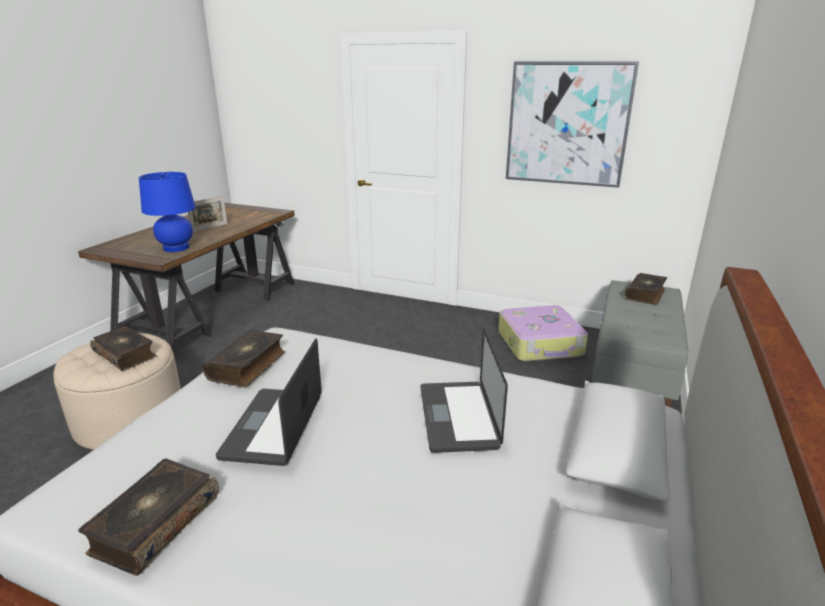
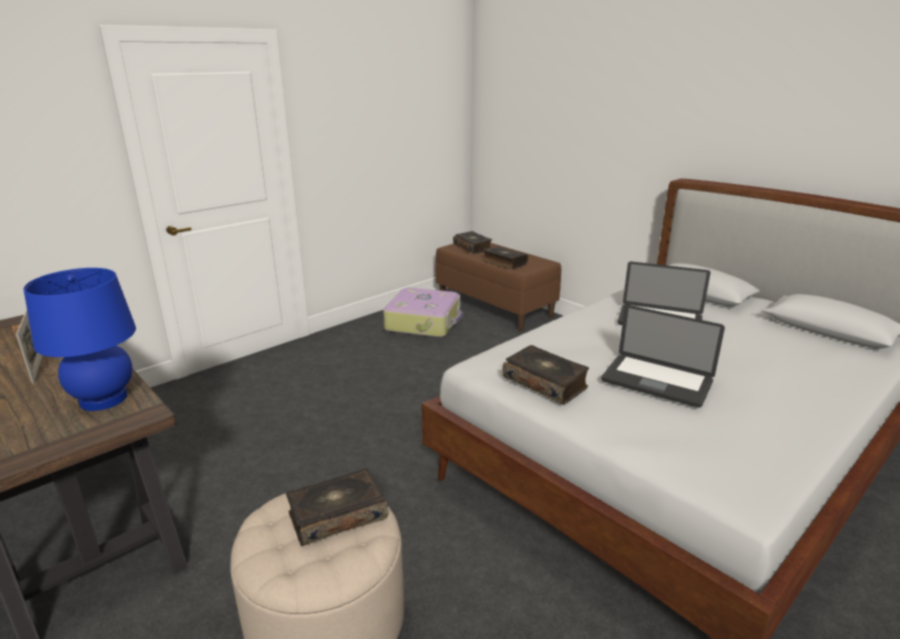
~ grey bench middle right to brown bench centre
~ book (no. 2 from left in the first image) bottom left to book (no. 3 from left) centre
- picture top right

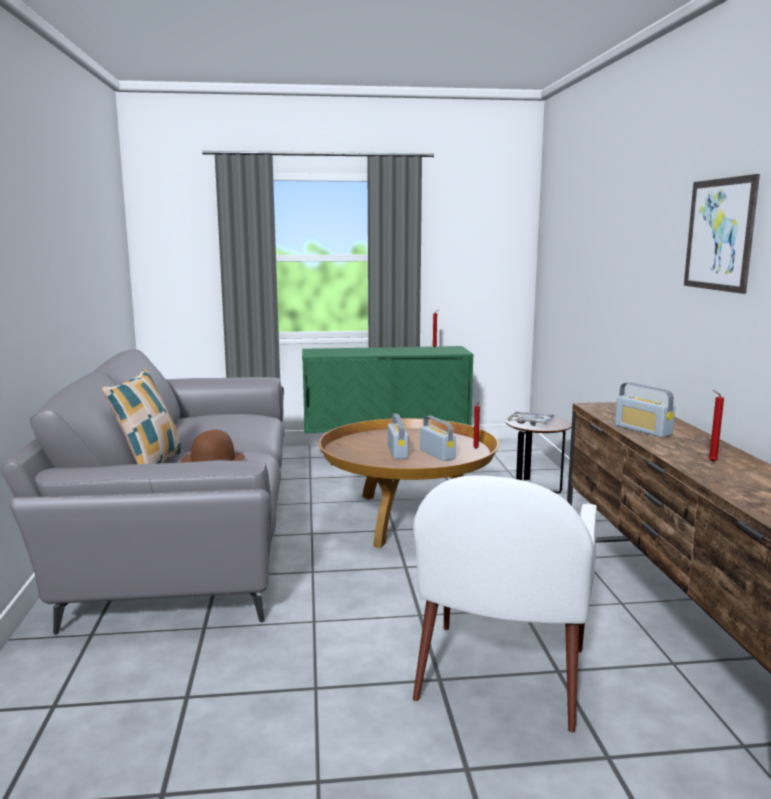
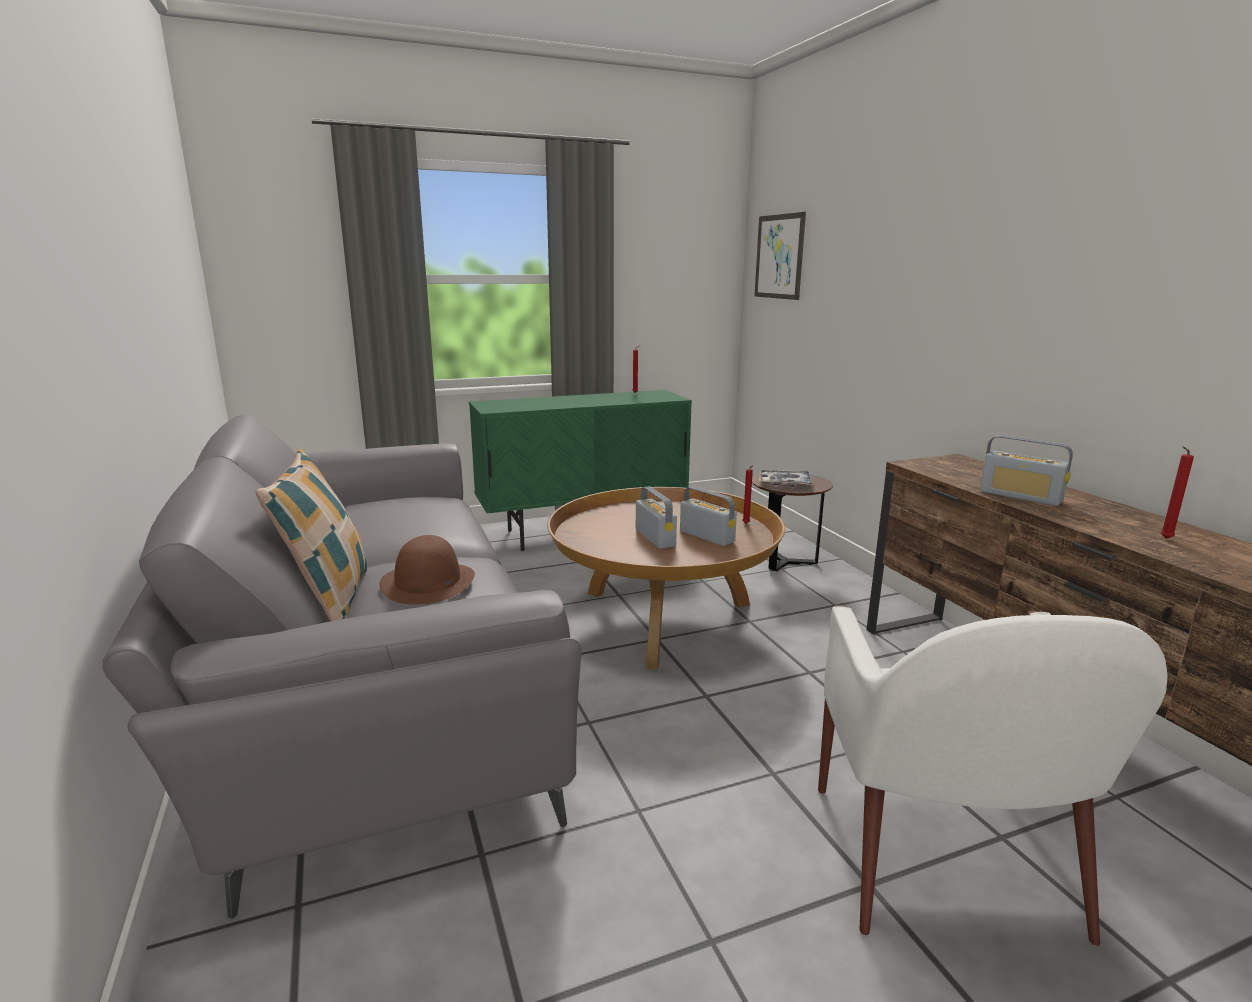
~ picture top right to top centre

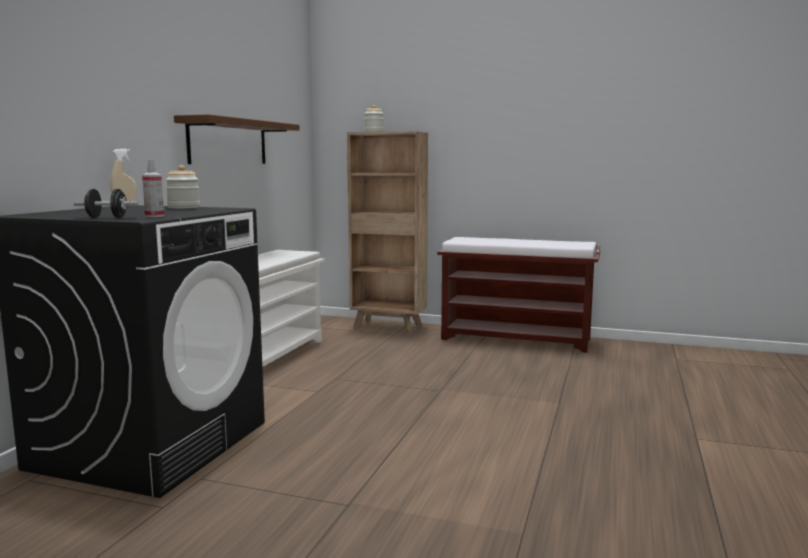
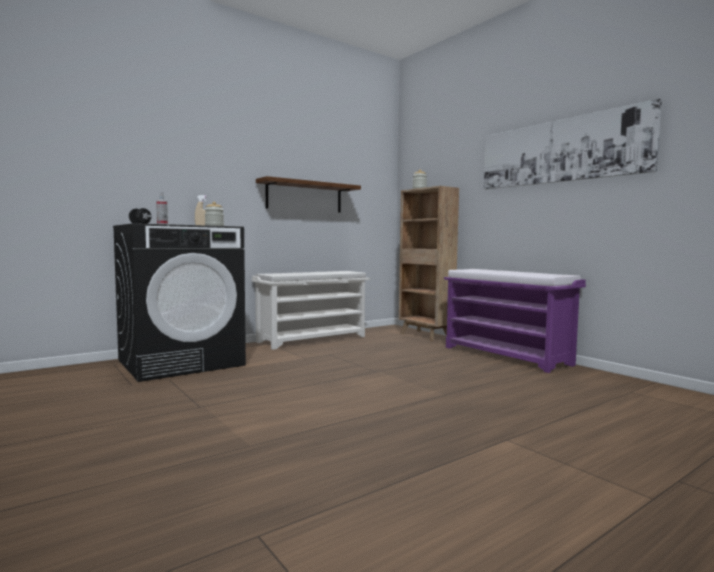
~ brown bench centre to purple bench middle right
+ picture top right

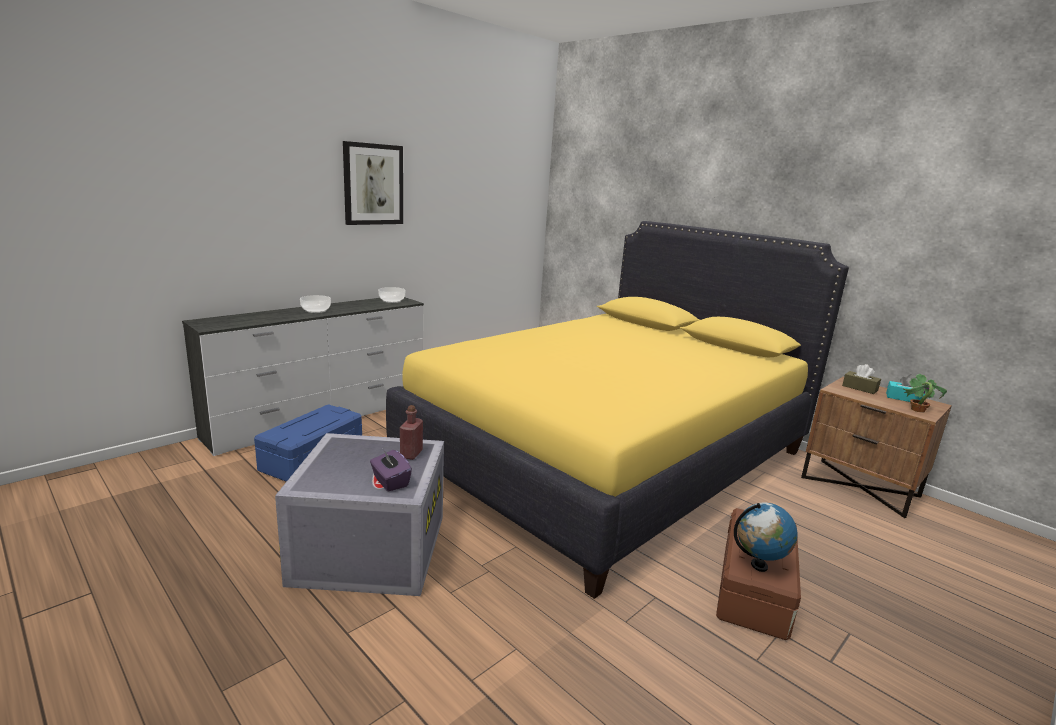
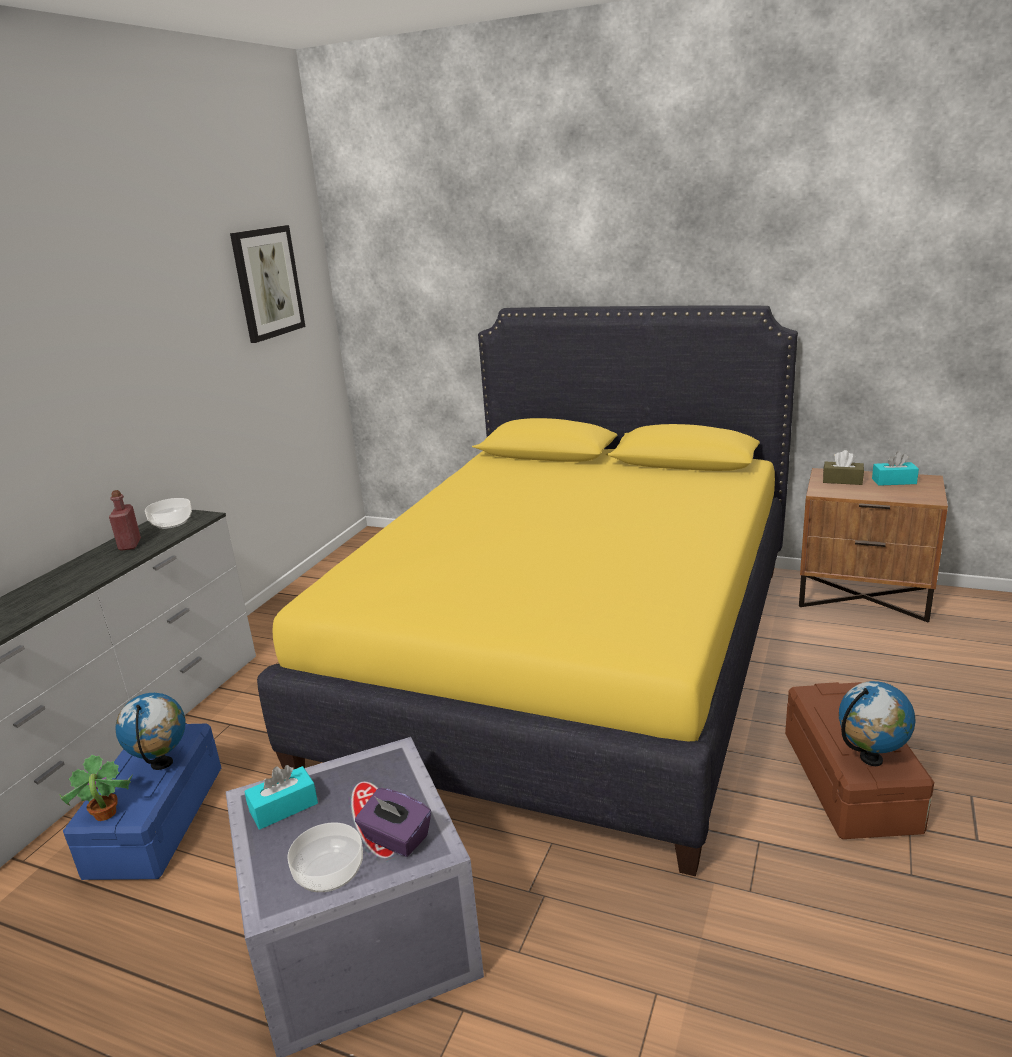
~ potted plant middle right to bottom left
~ red bottle centre to middle left
+ globe (no. 1 from left) bottom left
~ picture top centre to top left
+ turquoise tissue box (no. 1 from left) bottom left
~ bowl (no. 1 from left in the first image) middle left to bowl (no. 2 from left) bottom left

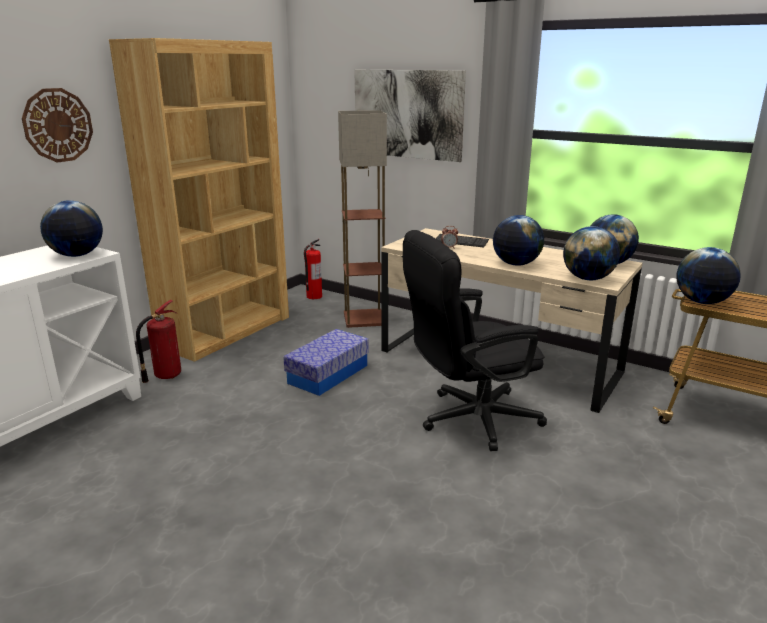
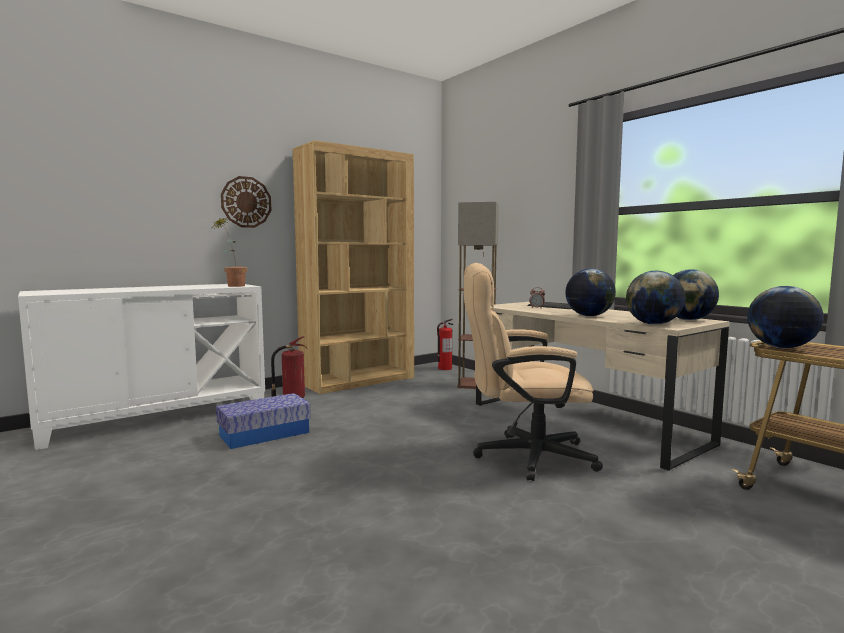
~ globe (no. 1 from left) middle left to potted plant middle left
~ storage box centre to middle left
~ black office chair centre to beige office chair centre
- picture top centre

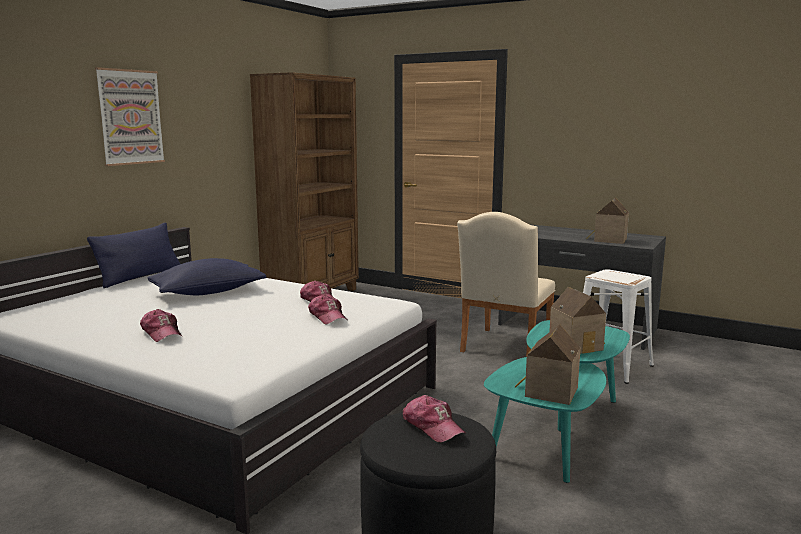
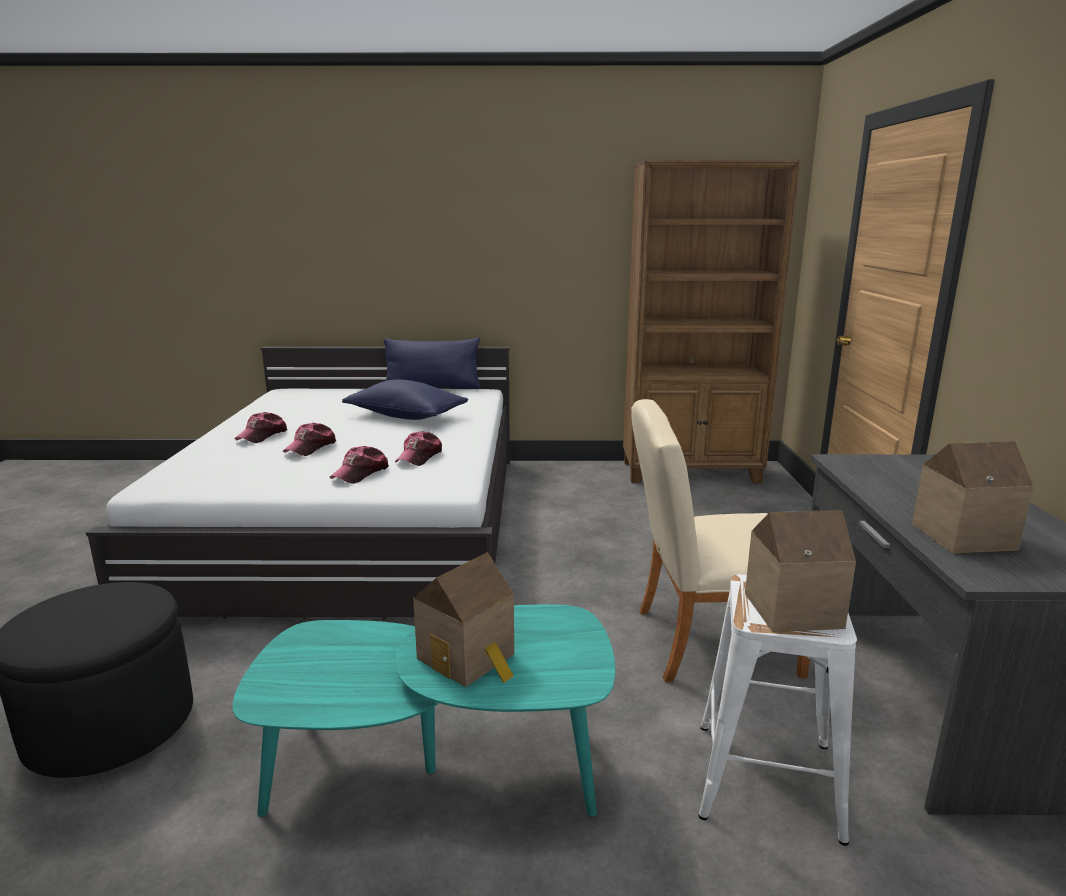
~ cap (no. 4 from left in the first image) bottom centre to cap (no. 2 from left) middle left
~ toy house (no. 1 from left in the first image) bottom right to toy house (no. 2 from left) middle right
- picture top left

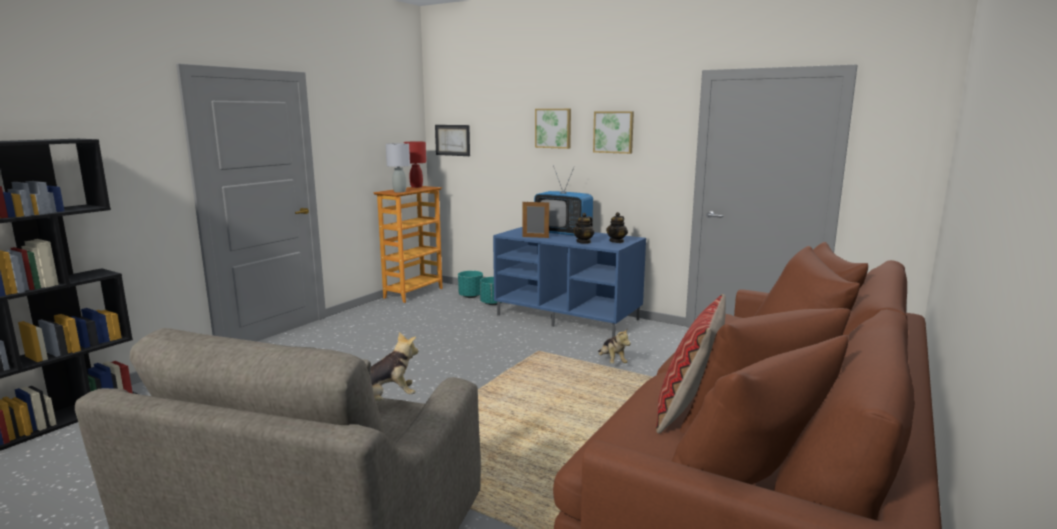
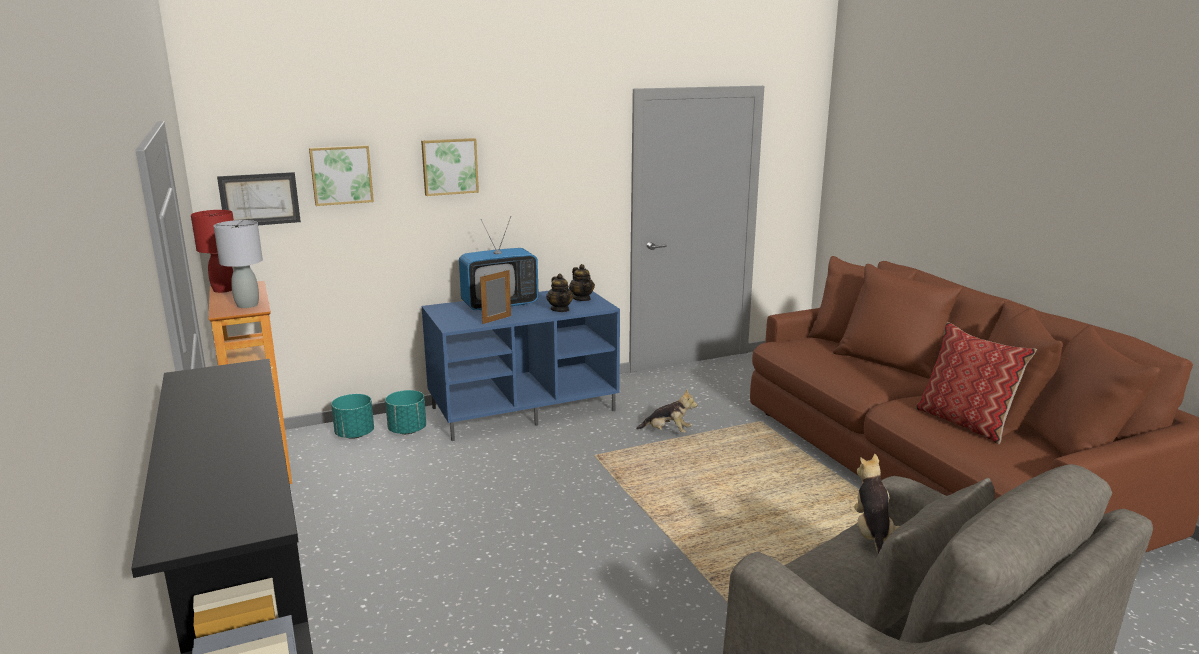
~ picture (no. 3 from left in the first image) top centre to picture (no. 2 from left) top left

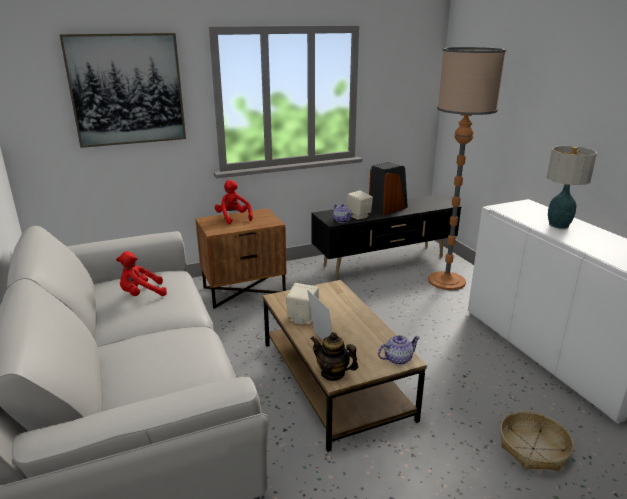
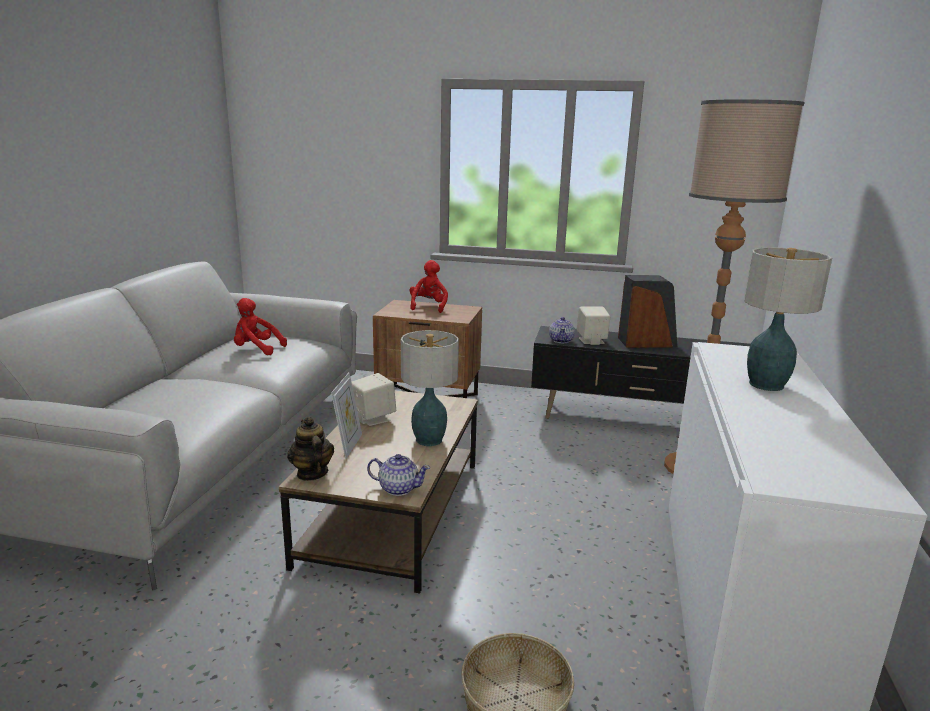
+ table lamp (no. 1 from left) centre
- picture top left

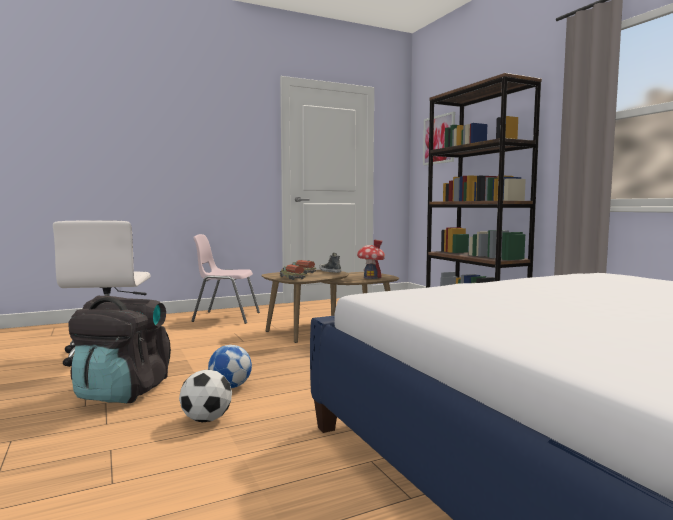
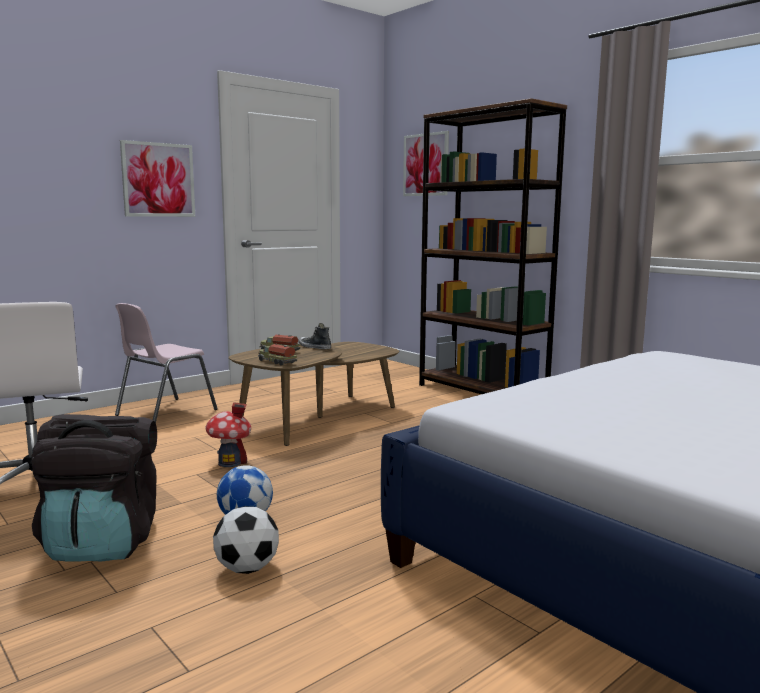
~ pink chair centre = middle left 45 degrees counterclockwise
+ picture (no. 1 from left) top left
~ toy house centre to middle left

